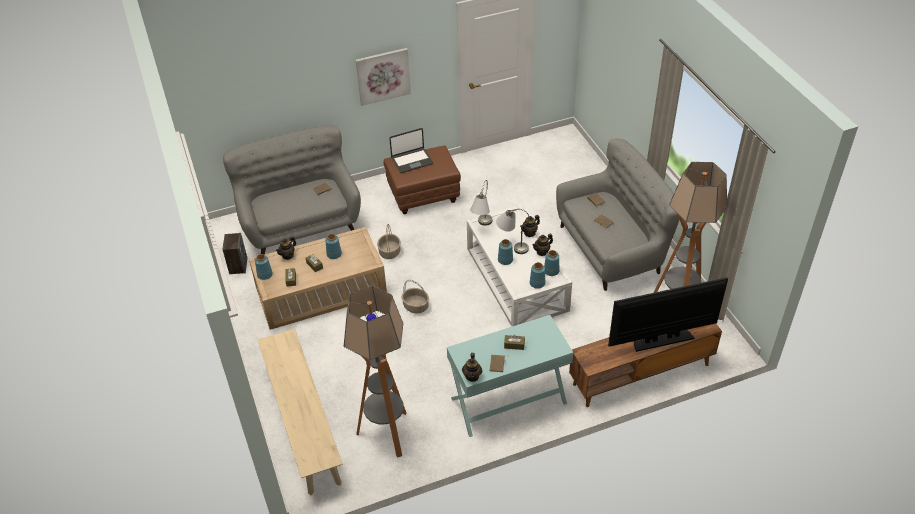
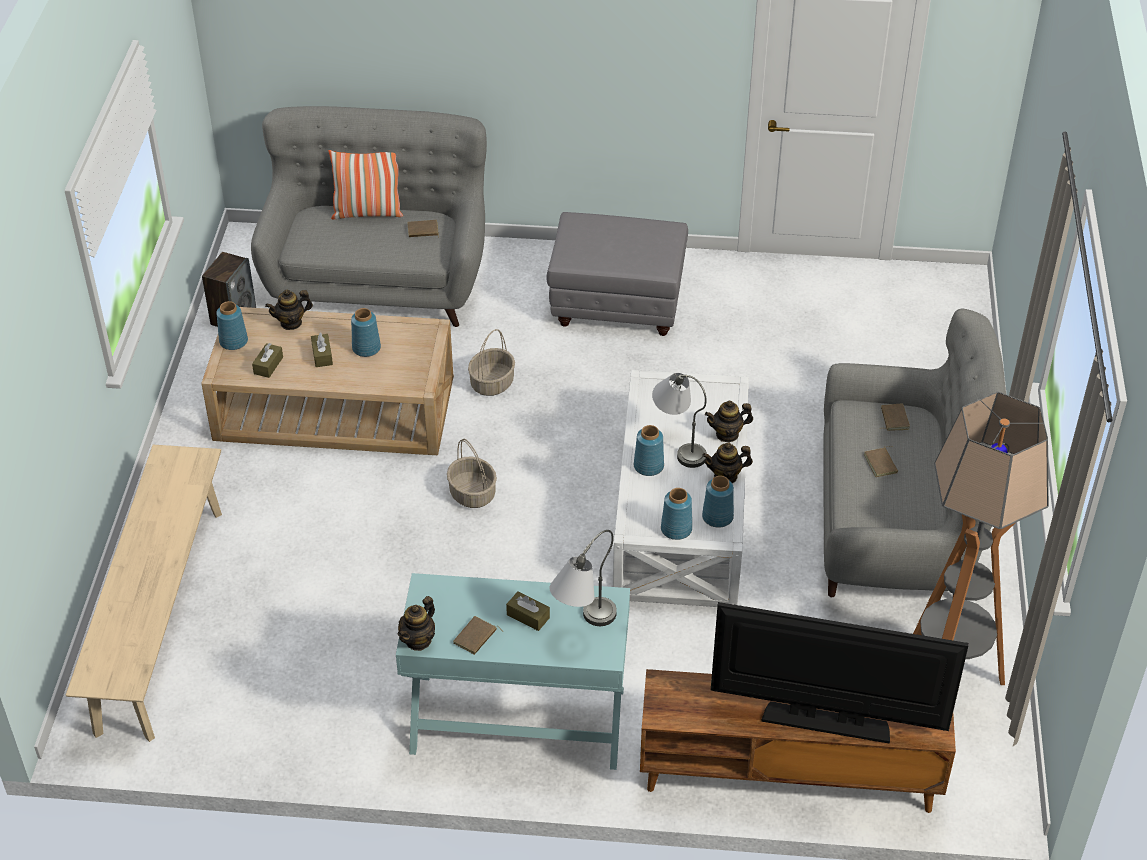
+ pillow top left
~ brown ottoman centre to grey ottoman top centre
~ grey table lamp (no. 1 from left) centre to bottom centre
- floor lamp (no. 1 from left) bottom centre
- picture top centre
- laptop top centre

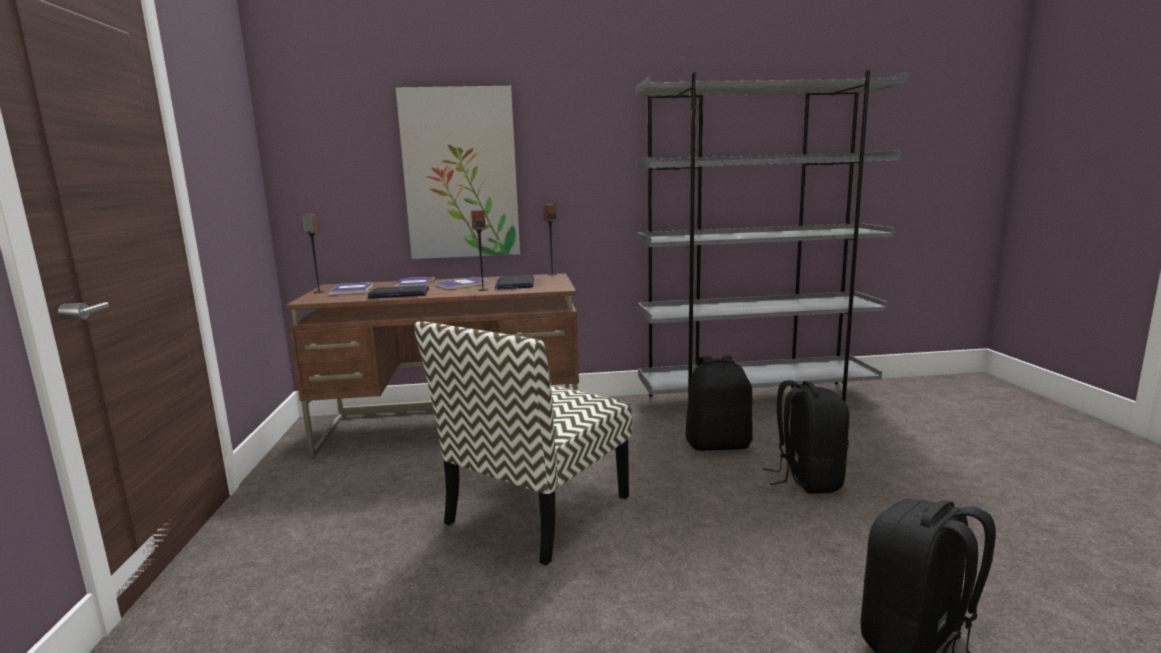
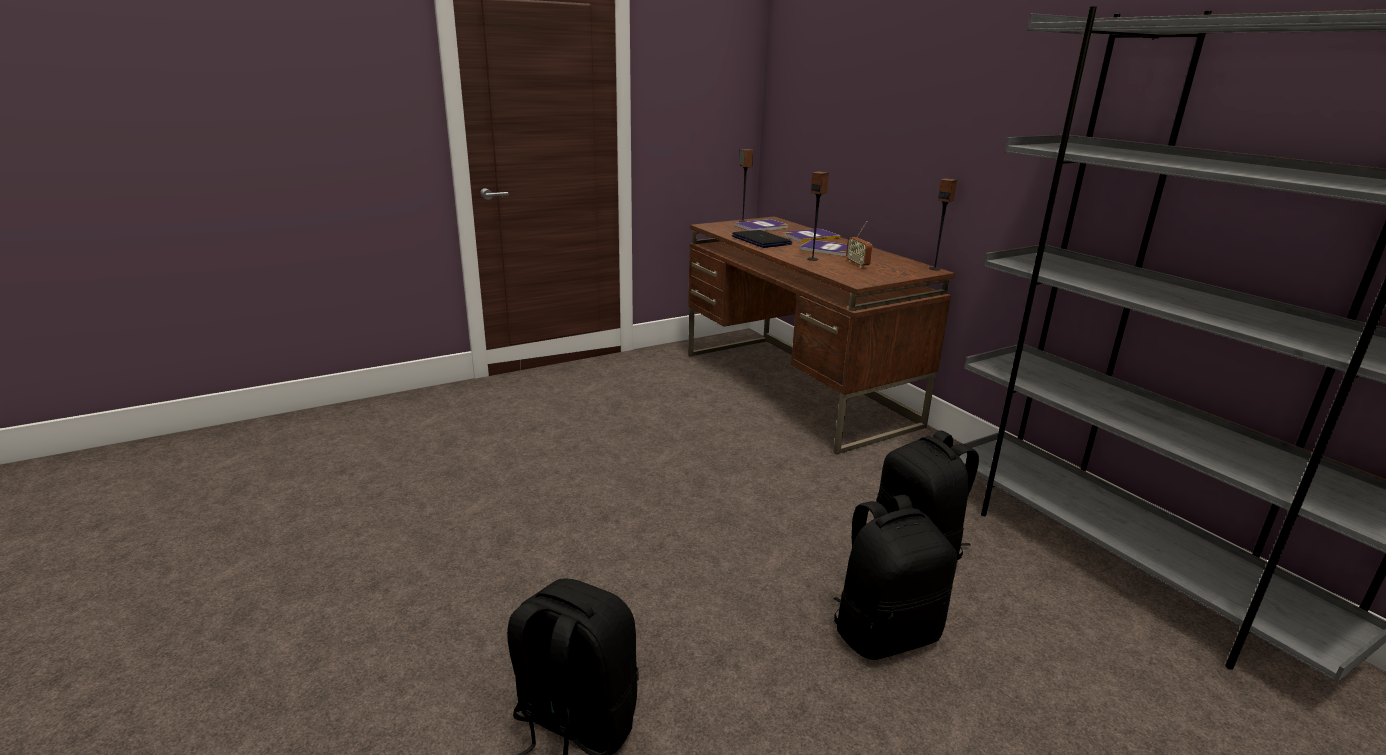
~ laptop (no. 2 from left) centre to radio top centre
- picture top centre
- chair bottom centre

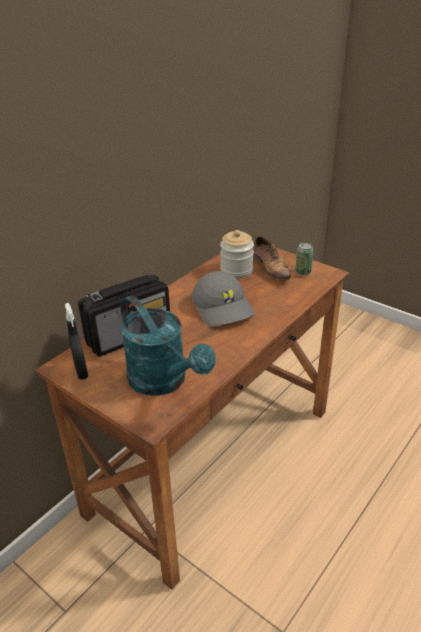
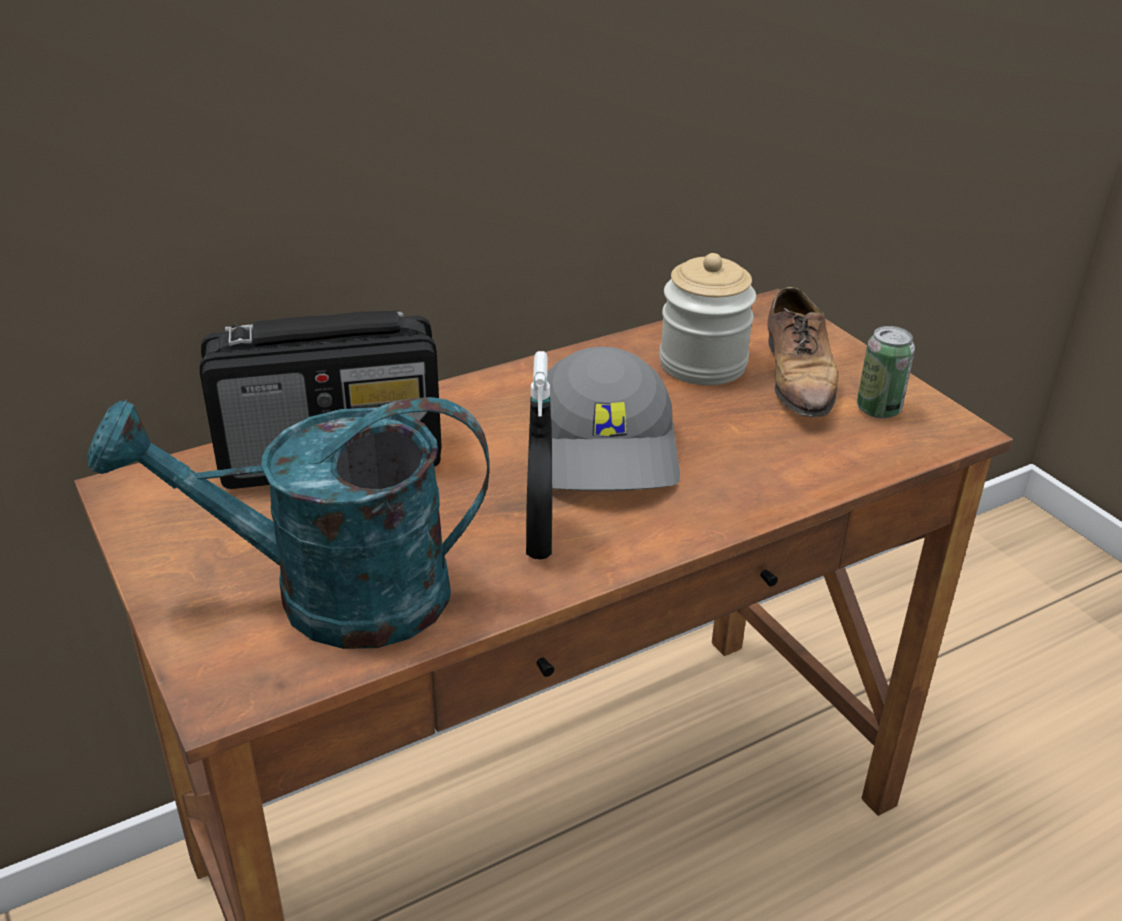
~ turquoise watering can centre = middle left 105 degrees clockwise
~ black spray bottle middle left to centre

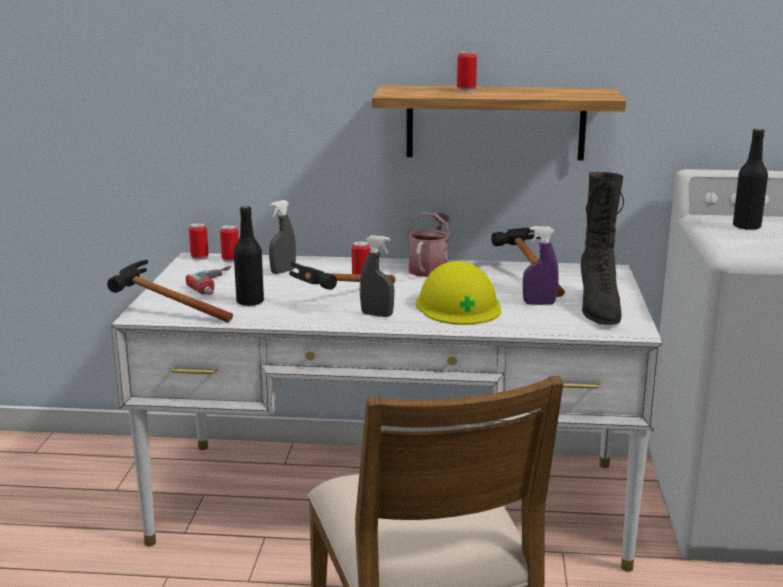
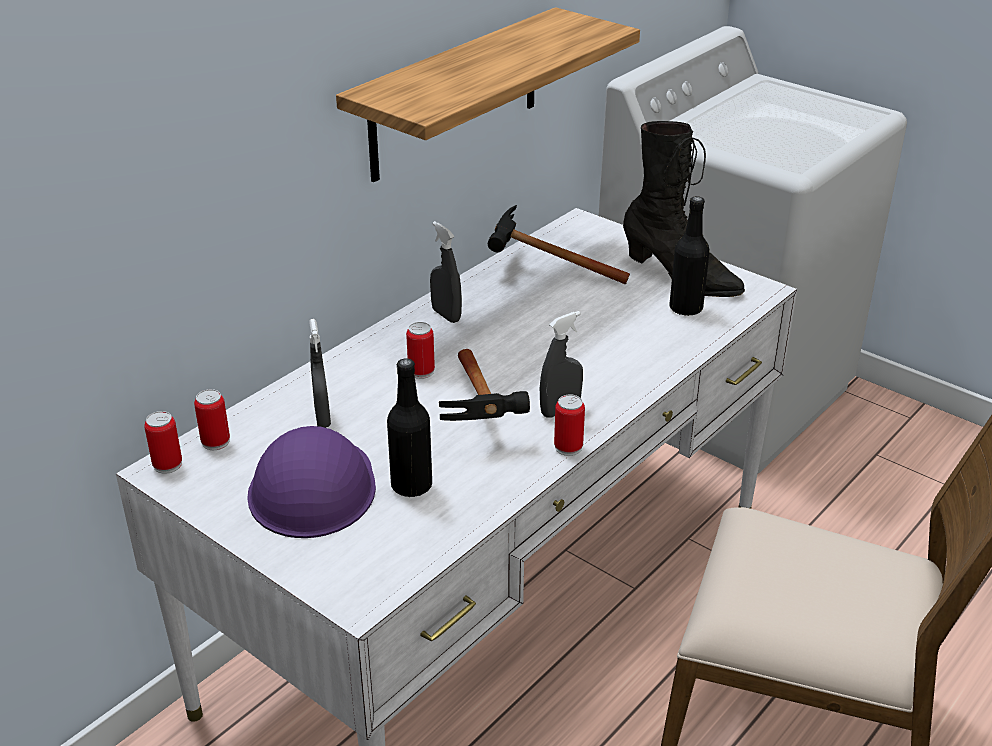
~ power drill middle left to purple hard hat middle left
~ watering can centre to grey spray bottle (no. 2 from left) centre
~ can (no. 4 from left) top centre to centre
~ black bottle (no. 2 from left) top right to middle right
- hammer (no. 1 from left) middle left
- yellow hard hat centre
- purple spray bottle middle right

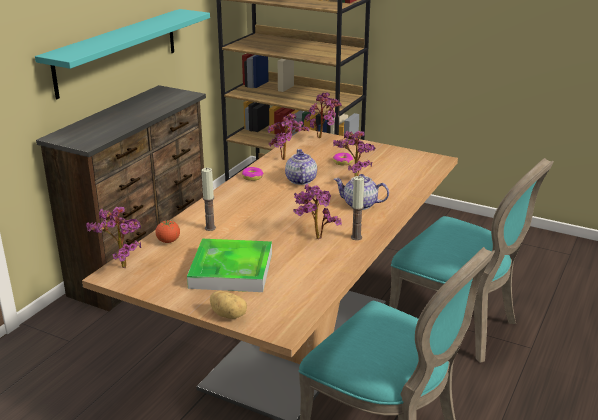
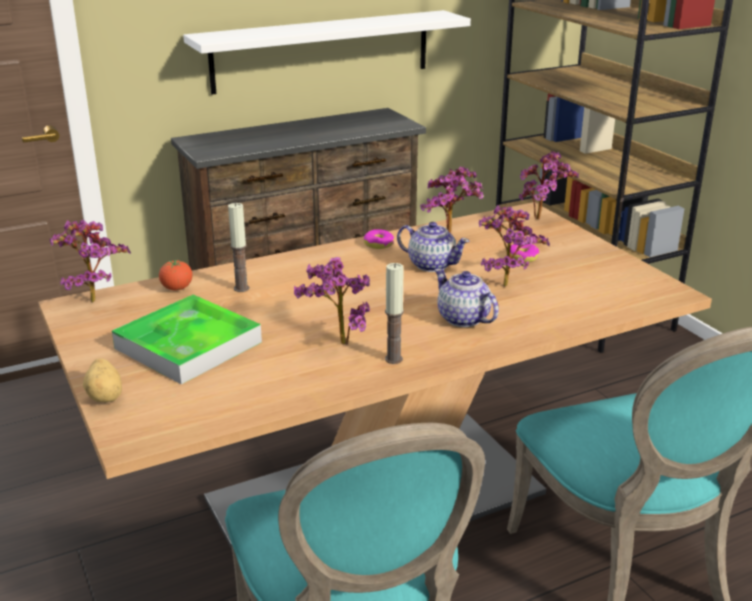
~ turquoise shelf top left to white shelf top centre
~ teapot (no. 1 from left) centre = centre 90 degrees clockwise

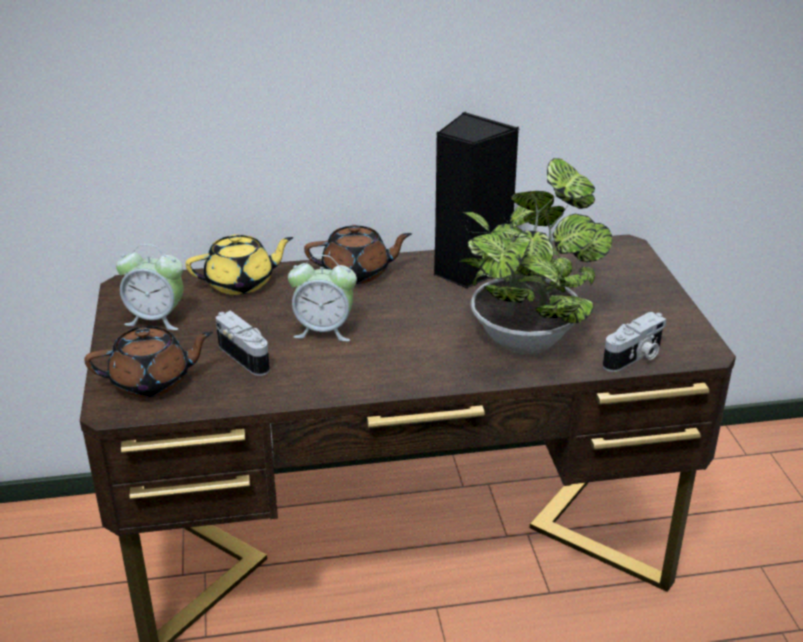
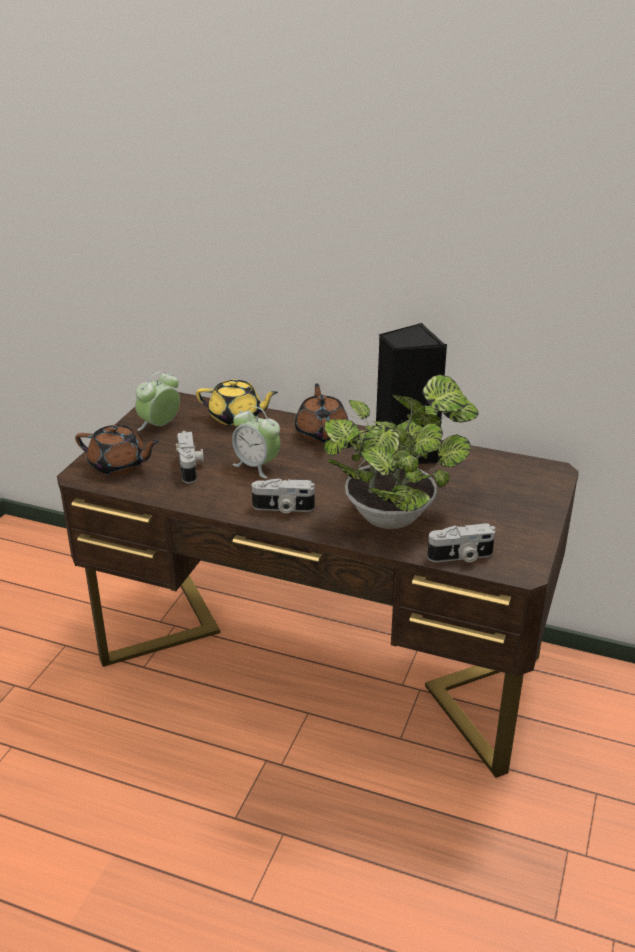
~ alarm clock (no. 1 from left) middle left = middle left 90 degrees clockwise
+ photo camera (no. 2 from left) centre
~ brown teapot (no. 2 from left) centre = centre 120 degrees counterclockwise

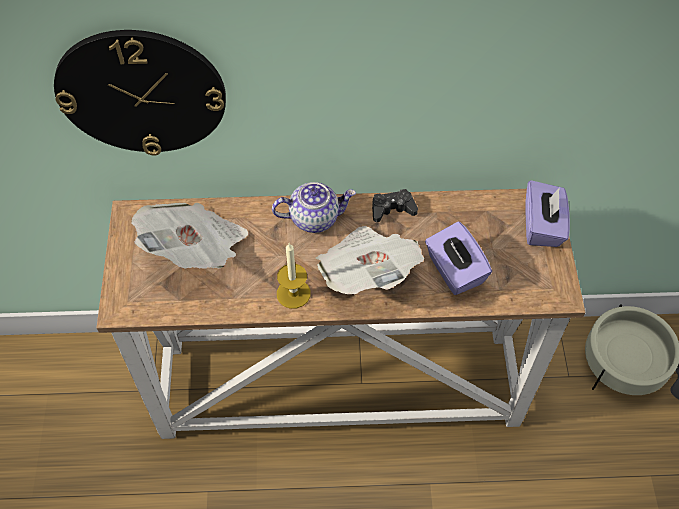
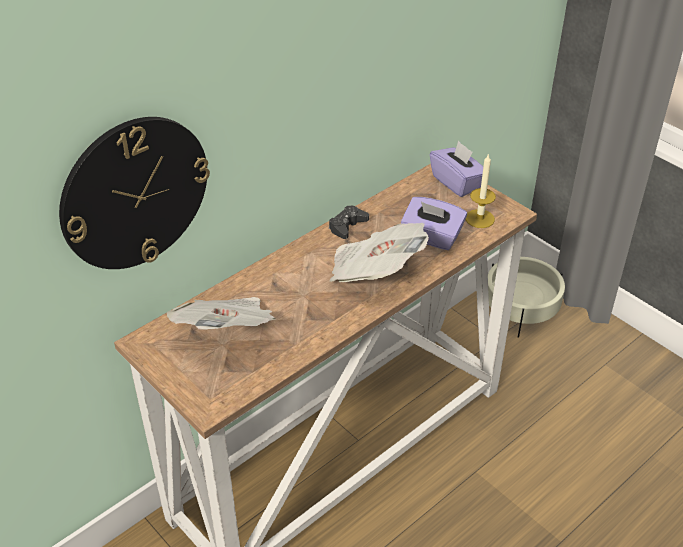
~ candle centre to middle right
- teapot centre

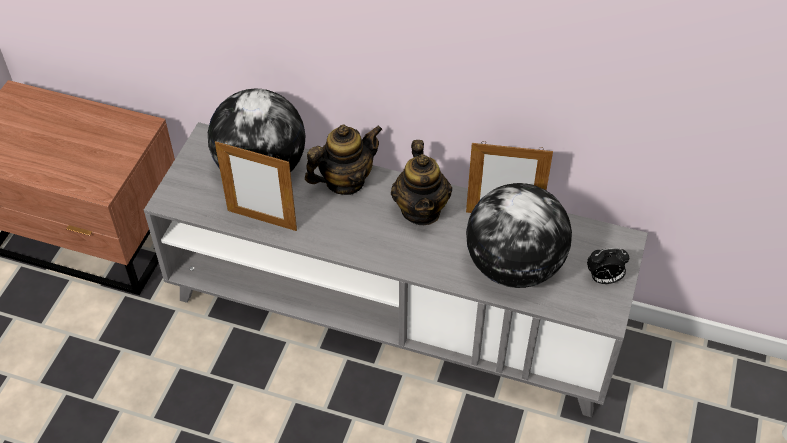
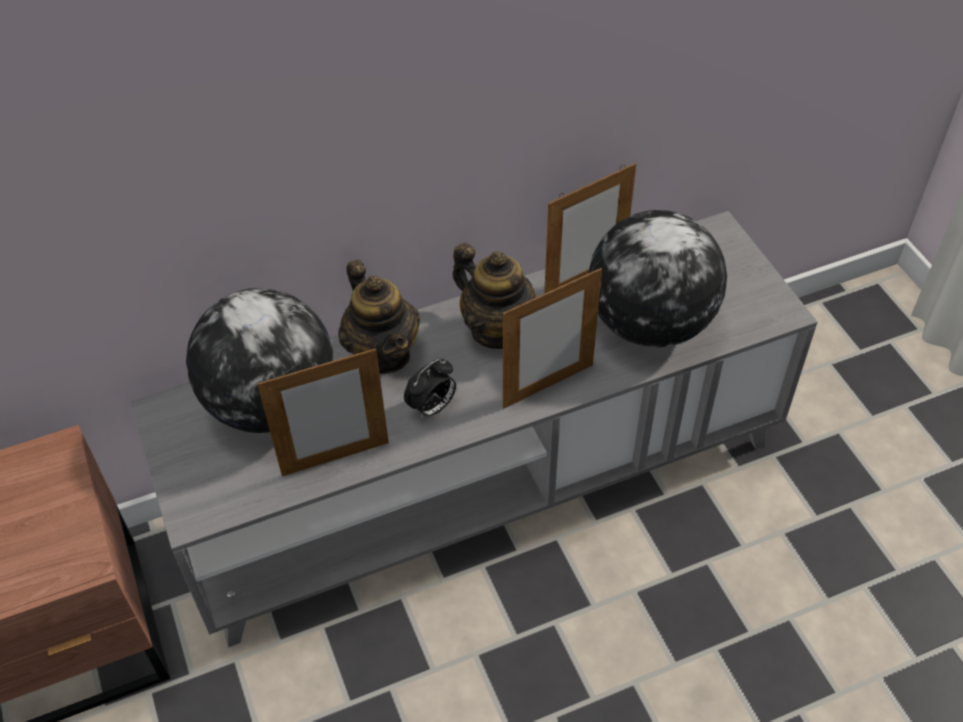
~ teapot (no. 1 from left) centre = centre 135 degrees clockwise
~ alarm clock middle right to centre
+ picture frame (no. 2 from left) centre

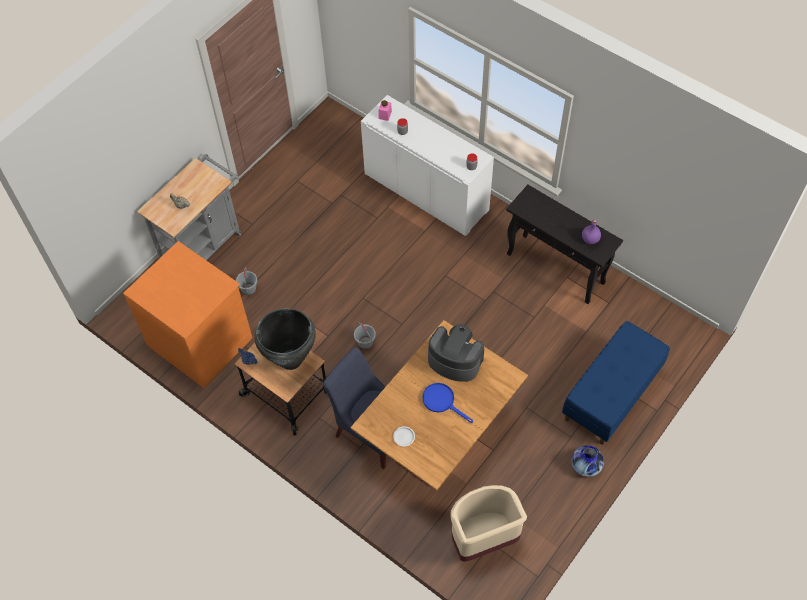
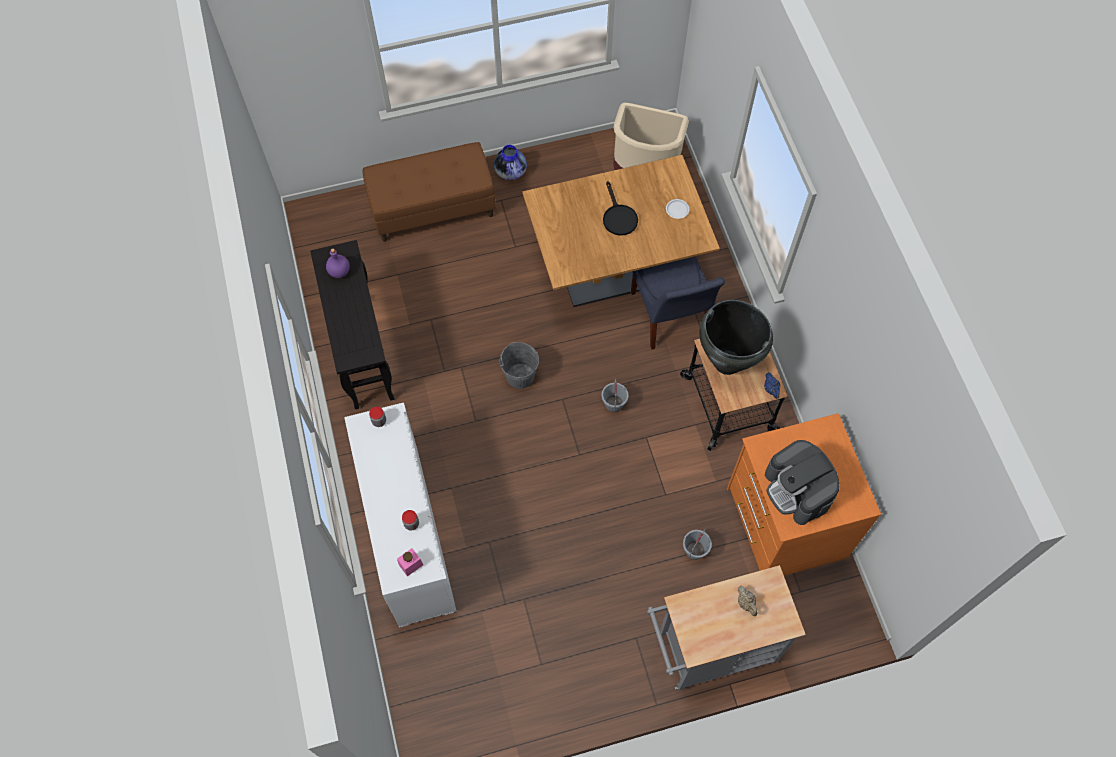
~ blue bench middle right to brown bench top centre
+ grey bucket (no. 1 from left) centre
~ blue frying pan bottom centre to black frying pan top centre
~ coffee machine centre to middle right

